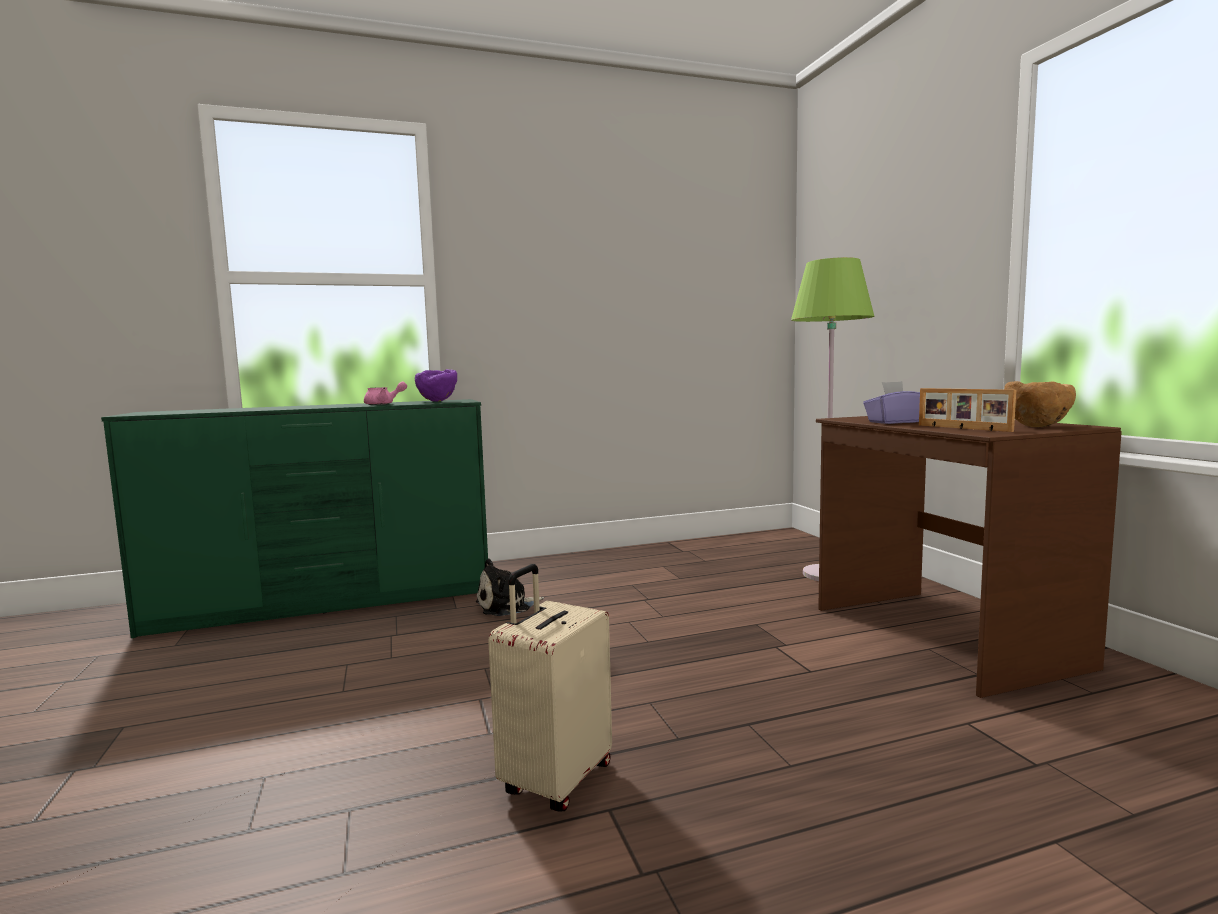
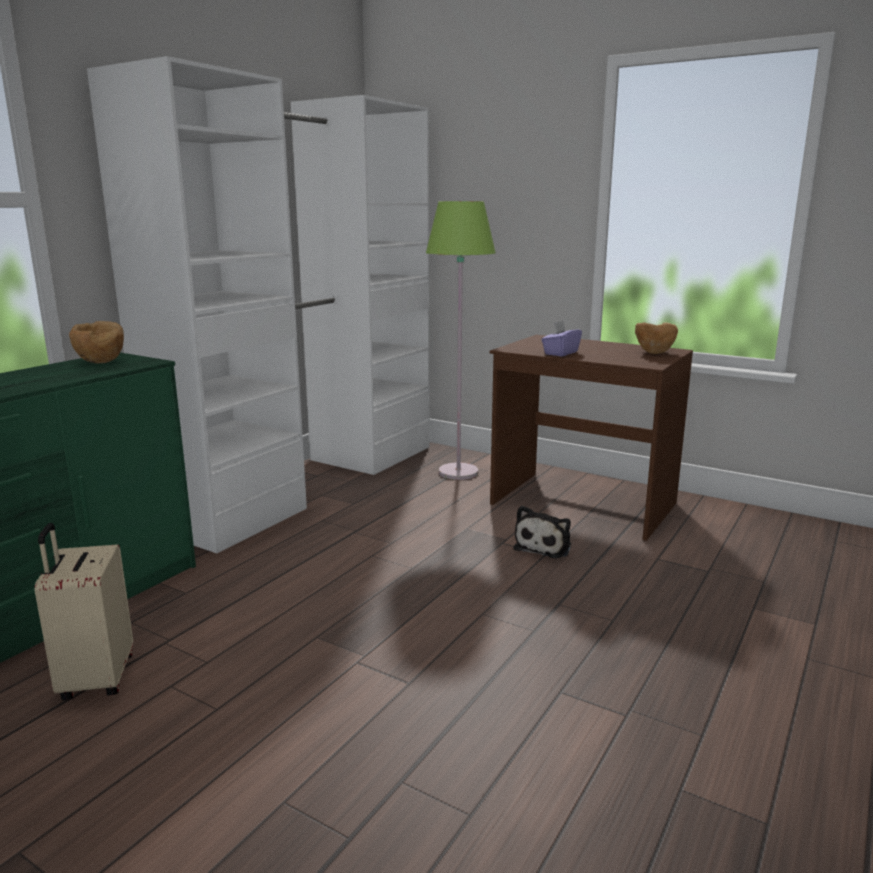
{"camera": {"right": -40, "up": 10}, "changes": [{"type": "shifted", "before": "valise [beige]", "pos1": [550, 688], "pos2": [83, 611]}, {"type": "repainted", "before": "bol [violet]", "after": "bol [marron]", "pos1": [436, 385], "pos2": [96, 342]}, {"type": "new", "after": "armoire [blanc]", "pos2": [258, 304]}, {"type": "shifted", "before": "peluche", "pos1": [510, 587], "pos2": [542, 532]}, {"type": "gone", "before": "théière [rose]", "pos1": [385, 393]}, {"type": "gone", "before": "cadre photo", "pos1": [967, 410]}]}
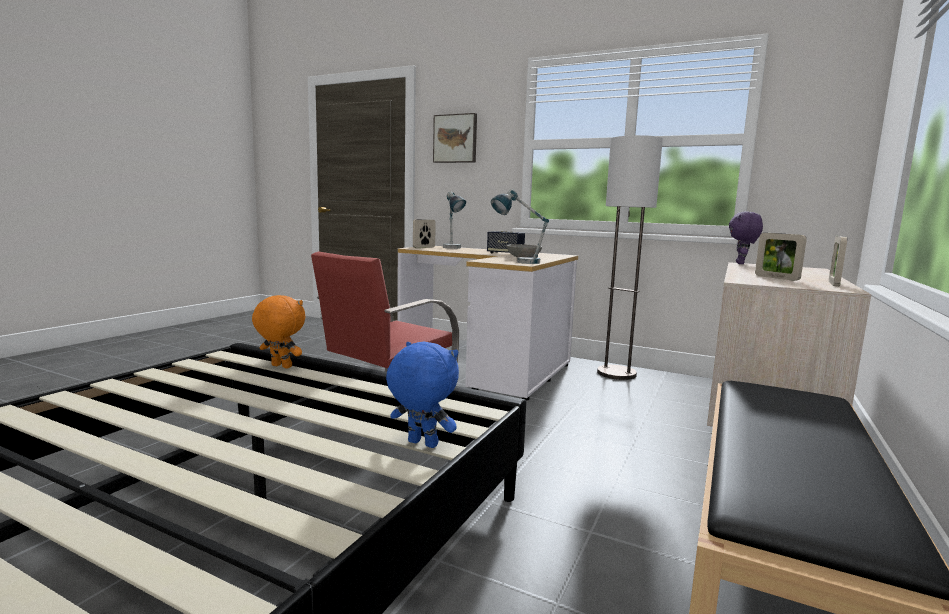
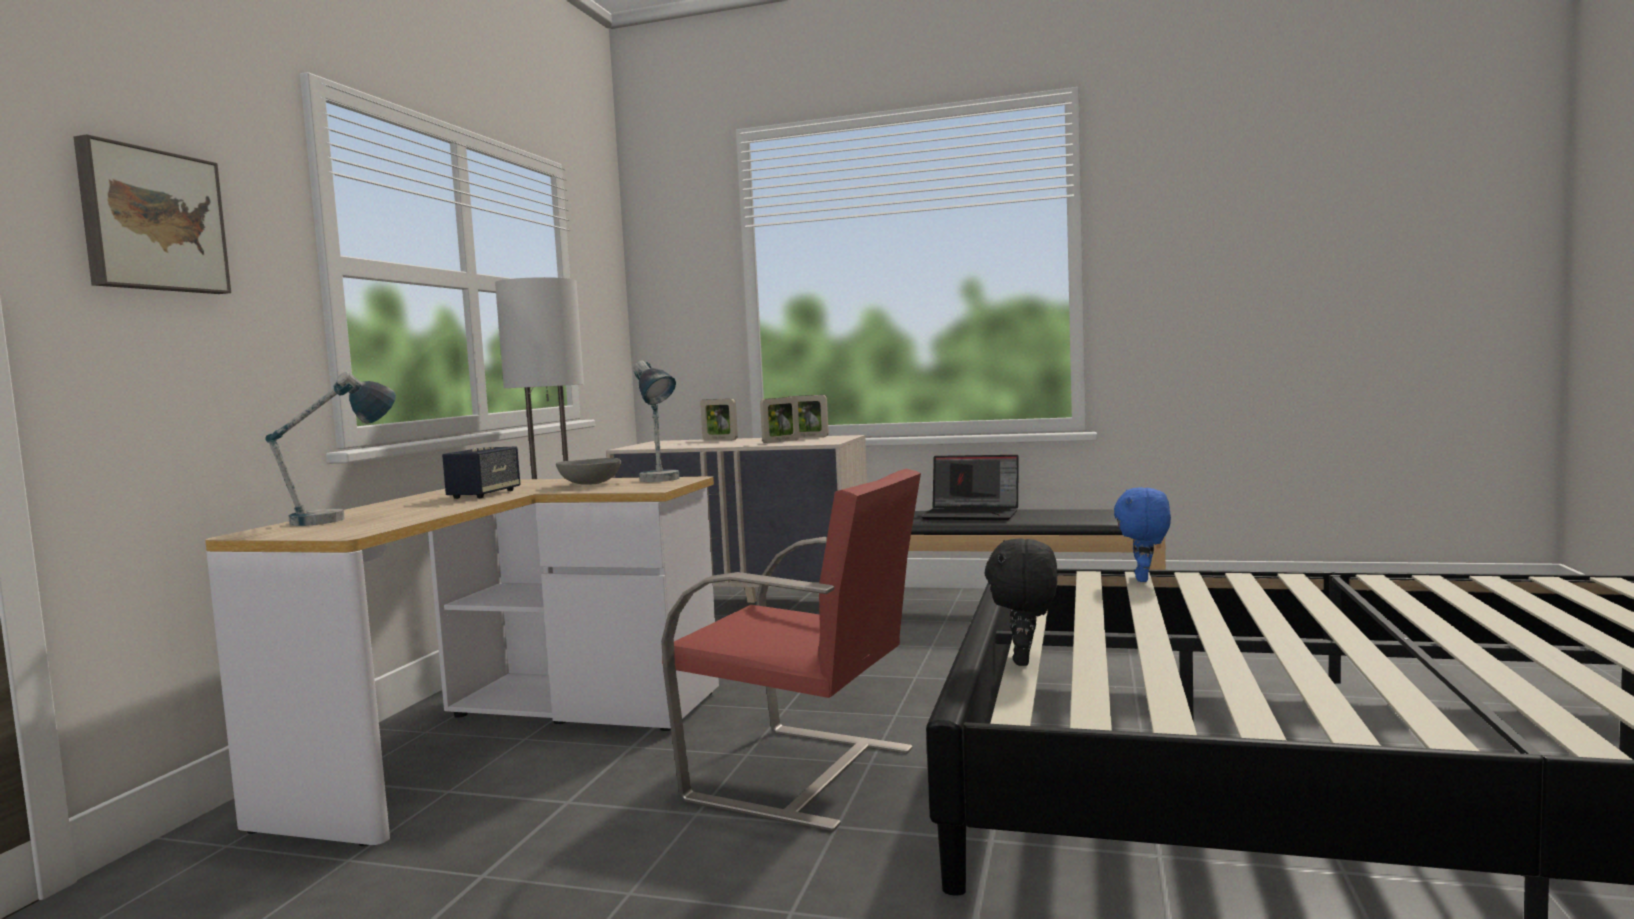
{"camera": {"right": -100, "up": -5}, "changes": [{"type": "shifted", "before": "cadre photo", "pos1": [424, 233], "pos2": [719, 419]}, {"type": "new", "after": "ordinateur portable", "pos2": [970, 487]}, {"type": "repainted", "before": "peluche [orange]", "after": "peluche [noir]", "pos1": [279, 332], "pos2": [1020, 602]}, {"type": "gone", "before": "peluche [violet]", "pos1": [746, 237]}]}
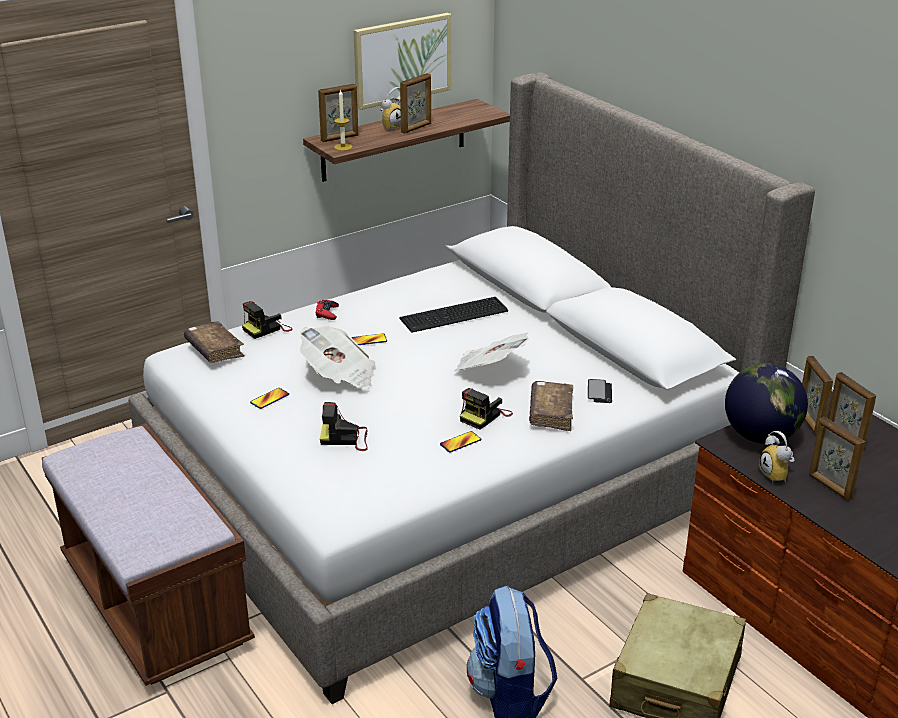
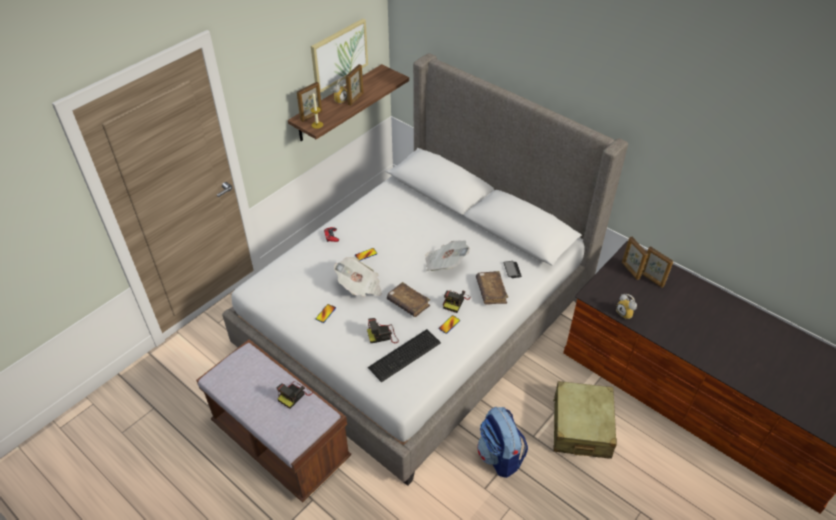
{"camera": {"right": -15, "up": 15}, "changes": [{"type": "shifted", "before": "appareil photo", "pos1": [267, 320], "pos2": [295, 395]}, {"type": "shifted", "before": "clavier", "pos1": [453, 315], "pos2": [404, 355]}, {"type": "shifted", "before": "livre [marron]", "pos1": [214, 342], "pos2": [408, 299]}, {"type": "gone", "before": "globe", "pos1": [766, 403]}, {"type": "gone", "before": "cadre photo", "pos1": [837, 459]}]}
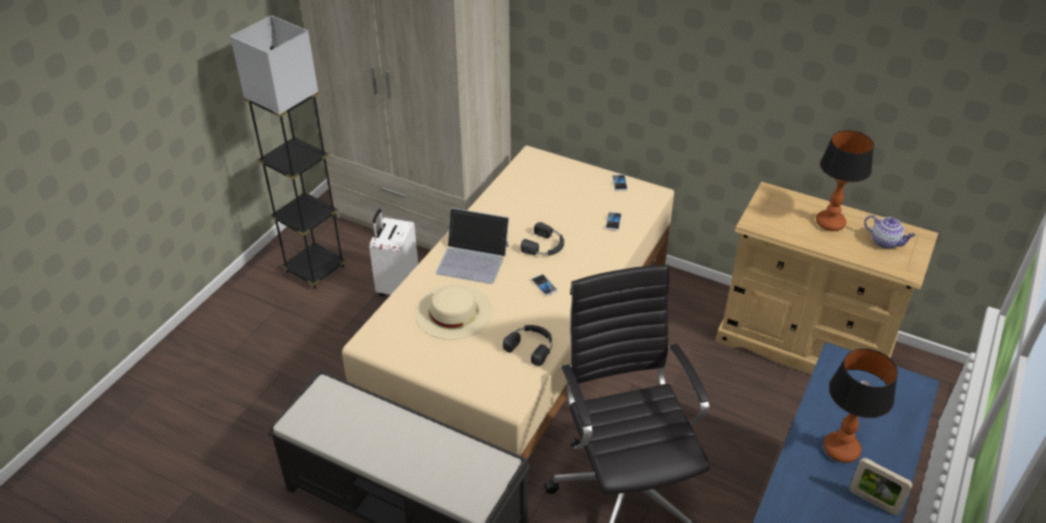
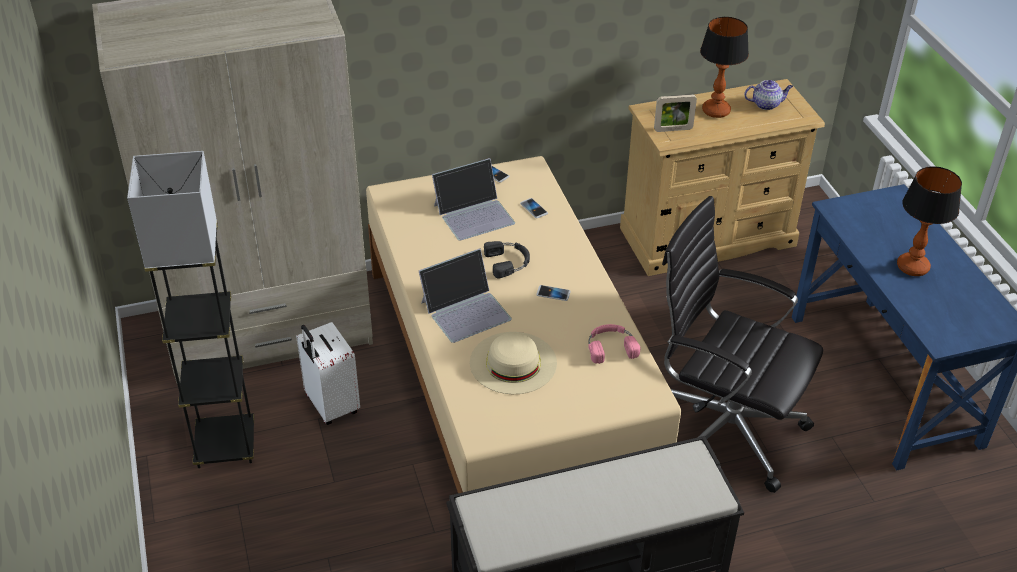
{"camera": {"right": -45, "up": 0}, "changes": [{"type": "new", "after": "ordinateur portable", "pos2": [473, 199]}, {"type": "repainted", "before": "casque audio [noir]", "after": "casque audio [rose]", "pos1": [527, 345], "pos2": [614, 344]}, {"type": "shifted", "before": "cadre photo", "pos1": [881, 486], "pos2": [675, 113]}]}
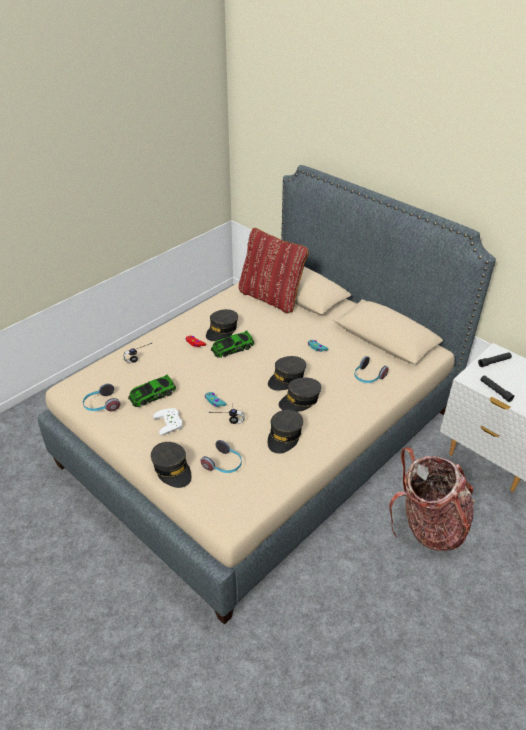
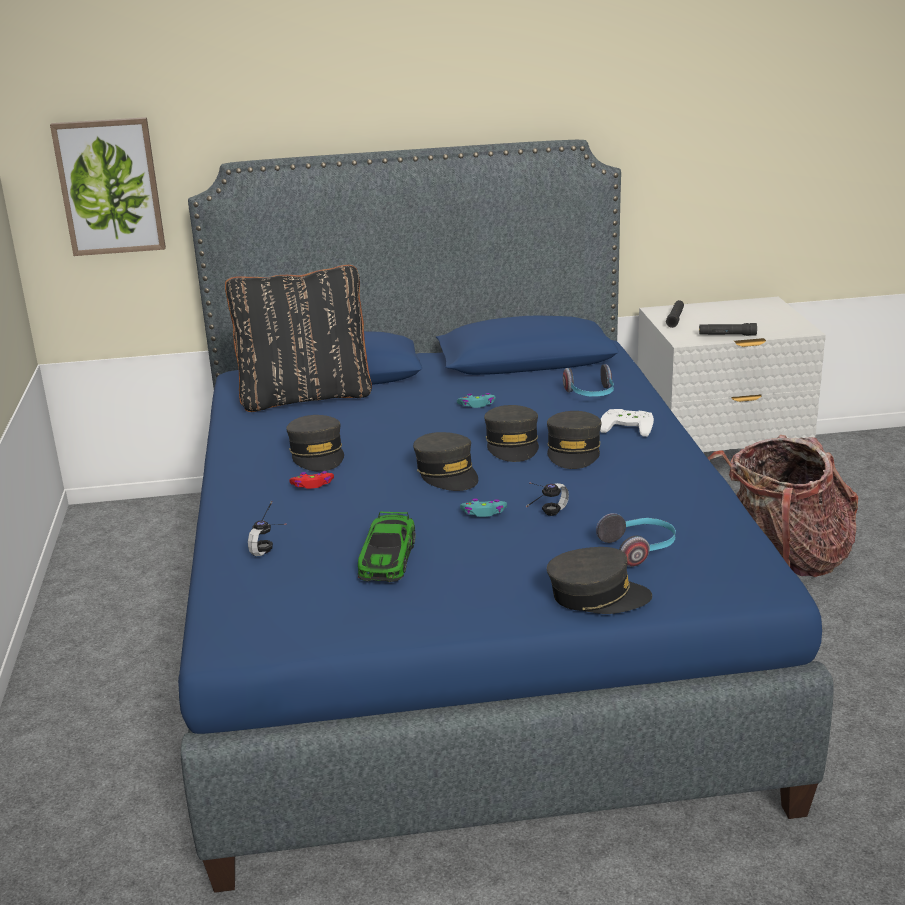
{"camera": {"right": -50, "up": -15}, "changes": [{"type": "new", "after": "tableau", "pos2": [108, 186]}, {"type": "repainted", "before": "lit [beige]", "after": "lit [bleu]", "pos1": [267, 395], "pos2": [506, 516]}, {"type": "repainted", "before": "coussin [rouge]", "after": "coussin [noir]", "pos1": [274, 270], "pos2": [298, 338]}, {"type": "shifted", "before": "casquette [gris]", "pos1": [285, 432], "pos2": [445, 461]}, {"type": "shifted", "before": "manette [blanc]", "pos1": [168, 421], "pos2": [627, 423]}, {"type": "gone", "before": "casque audio", "pos1": [101, 397]}, {"type": "gone", "before": "petite voiture", "pos1": [232, 344]}]}
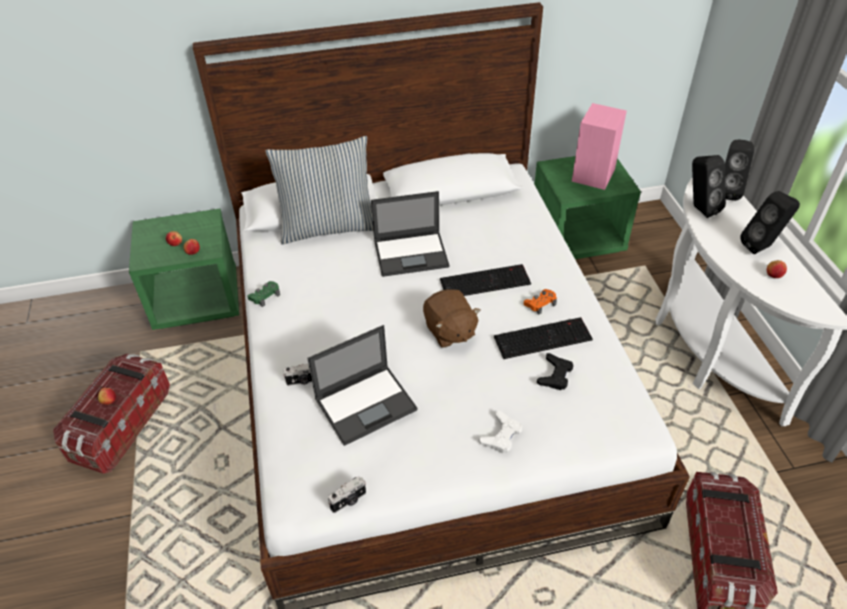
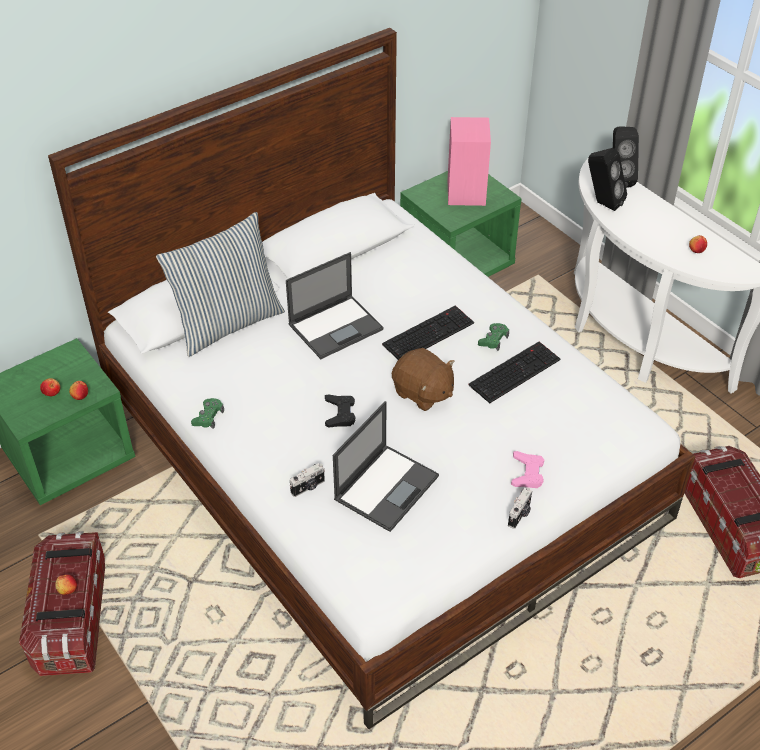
{"camera": {"right": -25, "up": 0}, "changes": [{"type": "shifted", "before": "manette [noir]", "pos1": [555, 371], "pos2": [340, 411]}, {"type": "repainted", "before": "manette [orange]", "after": "manette [vert]", "pos1": [540, 302], "pos2": [493, 337]}, {"type": "shifted", "before": "appareil photo", "pos1": [347, 494], "pos2": [520, 508]}, {"type": "repainted", "before": "manette [blanc]", "after": "manette [rose]", "pos1": [500, 432], "pos2": [527, 469]}, {"type": "gone", "before": "enceinte [noir]", "pos1": [770, 222]}]}
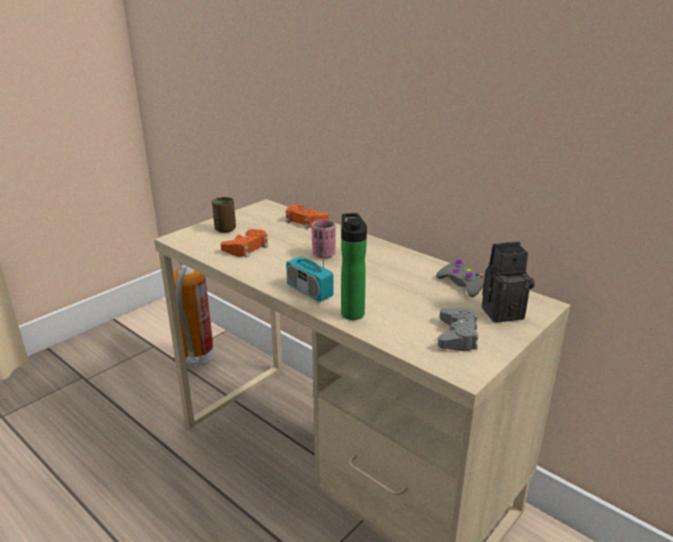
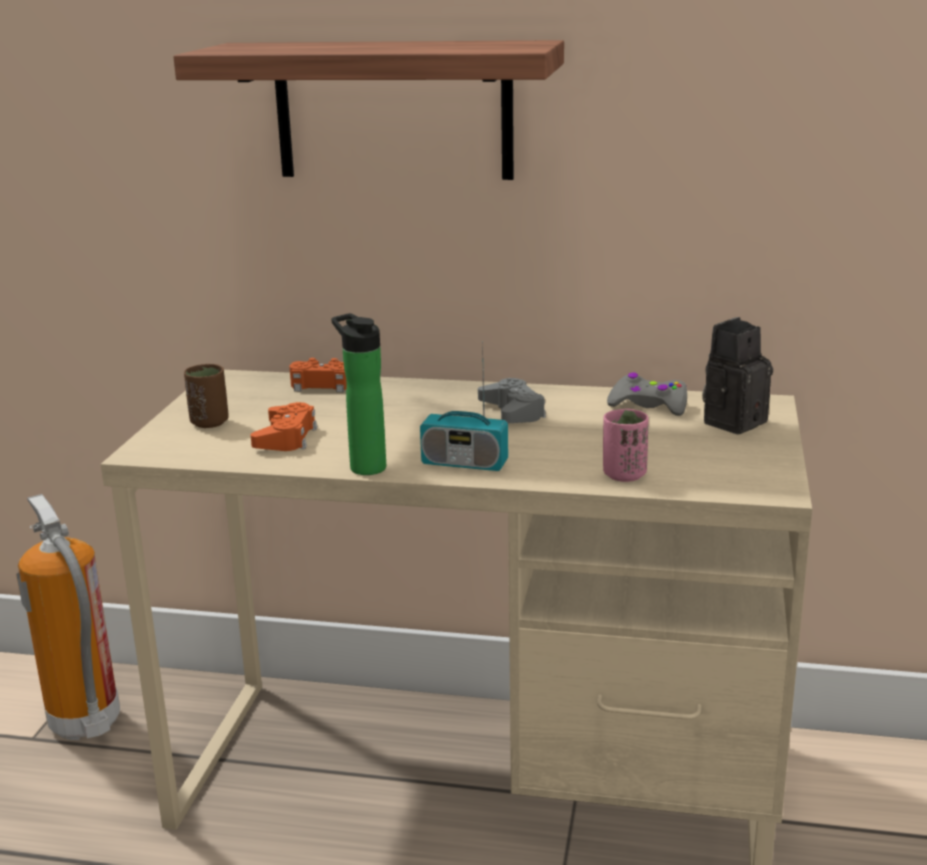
{"camera": {"right": -30, "up": -5}, "changes": [{"type": "new", "after": "étagère", "pos2": [369, 110]}, {"type": "shifted", "before": "bouteille", "pos1": [354, 266], "pos2": [358, 394]}, {"type": "shifted", "before": "manette [gris]", "pos1": [458, 329], "pos2": [512, 400]}, {"type": "shifted", "before": "tasse [rose]", "pos1": [323, 239], "pos2": [626, 445]}]}
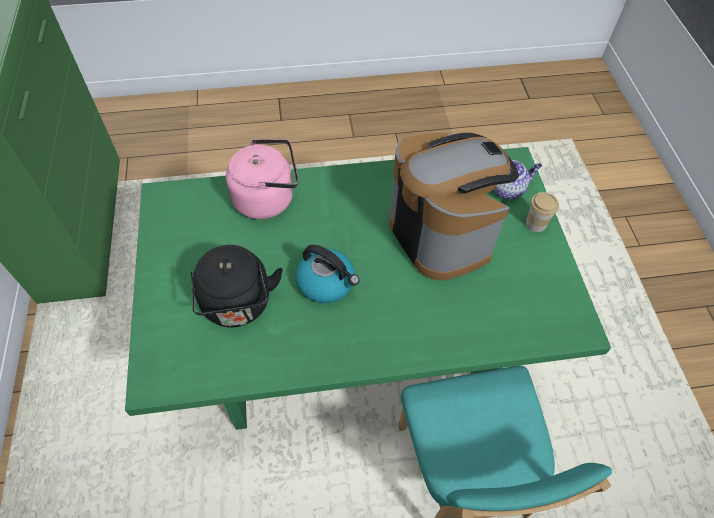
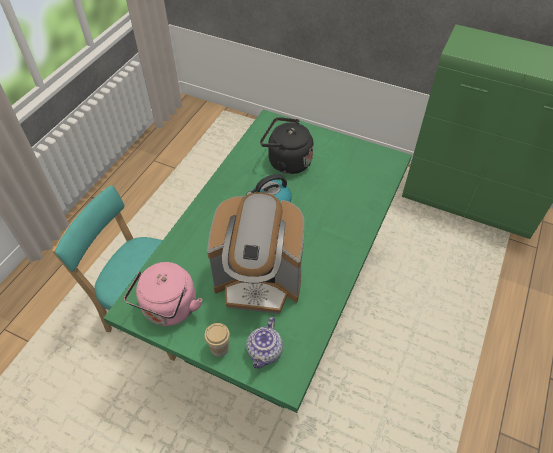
{"camera": {"right": 125, "up": -5}, "changes": [{"type": "shifted", "before": "bouilloire [rose]", "pos1": [262, 179], "pos2": [163, 294]}]}
